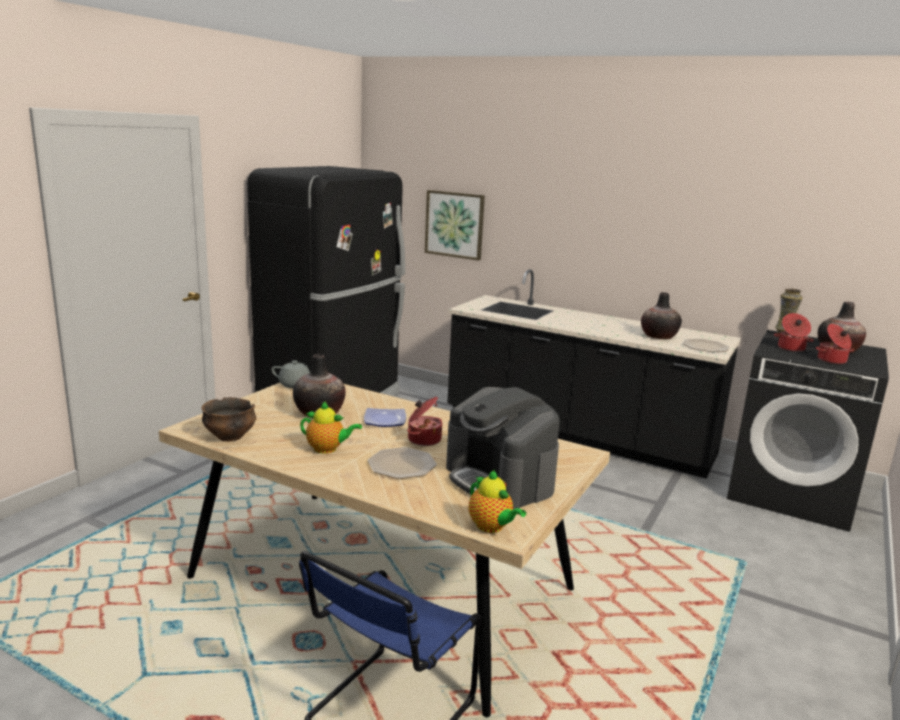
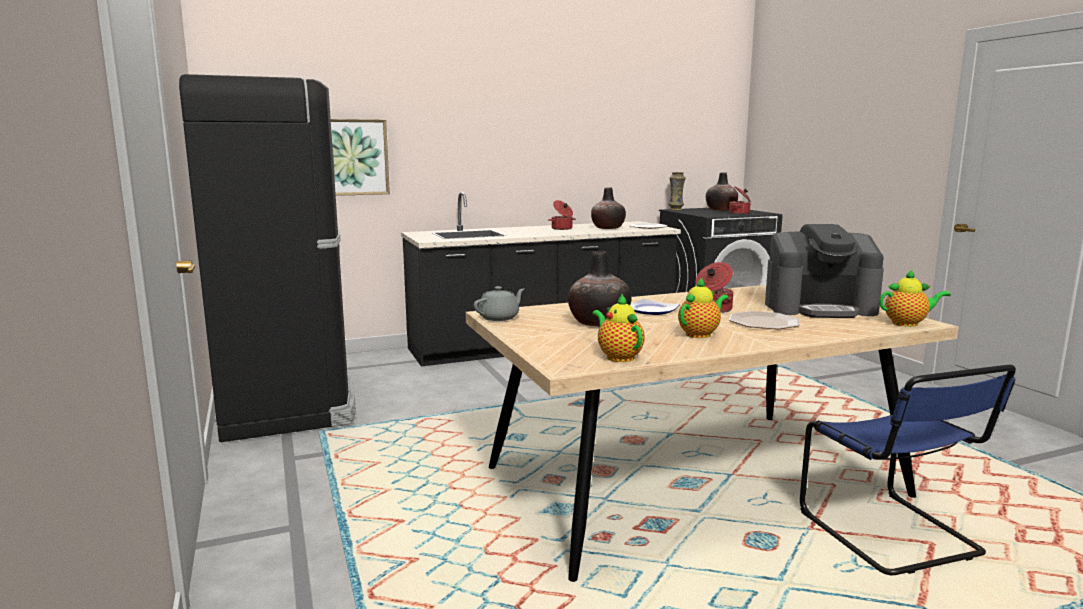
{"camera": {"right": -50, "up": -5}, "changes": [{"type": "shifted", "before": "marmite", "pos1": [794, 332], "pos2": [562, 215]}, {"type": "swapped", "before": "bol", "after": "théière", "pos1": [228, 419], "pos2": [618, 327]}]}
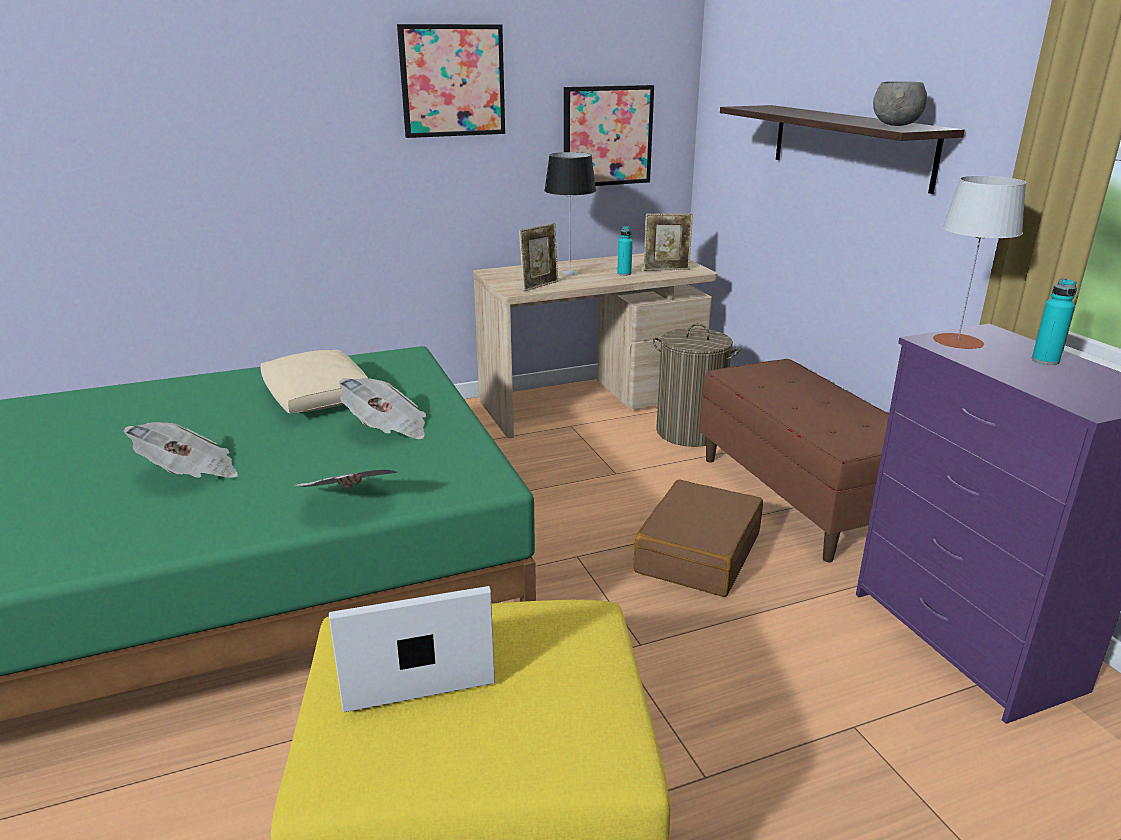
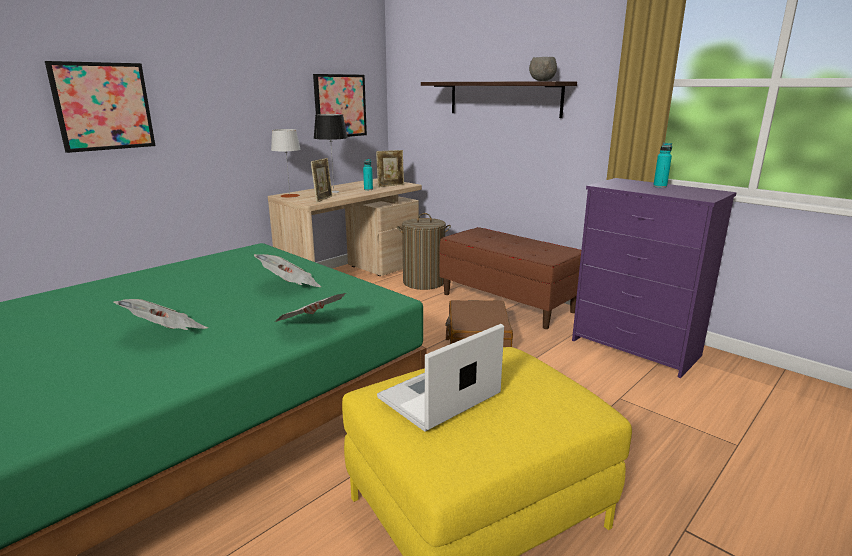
{"camera": {"right": -25, "up": -5}, "changes": [{"type": "shifted", "before": "tableau", "pos1": [451, 81], "pos2": [100, 107]}, {"type": "shifted", "before": "lampe de table [gris]", "pos1": [979, 262], "pos2": [286, 163]}, {"type": "gone", "before": "coussin [beige]", "pos1": [314, 382]}]}
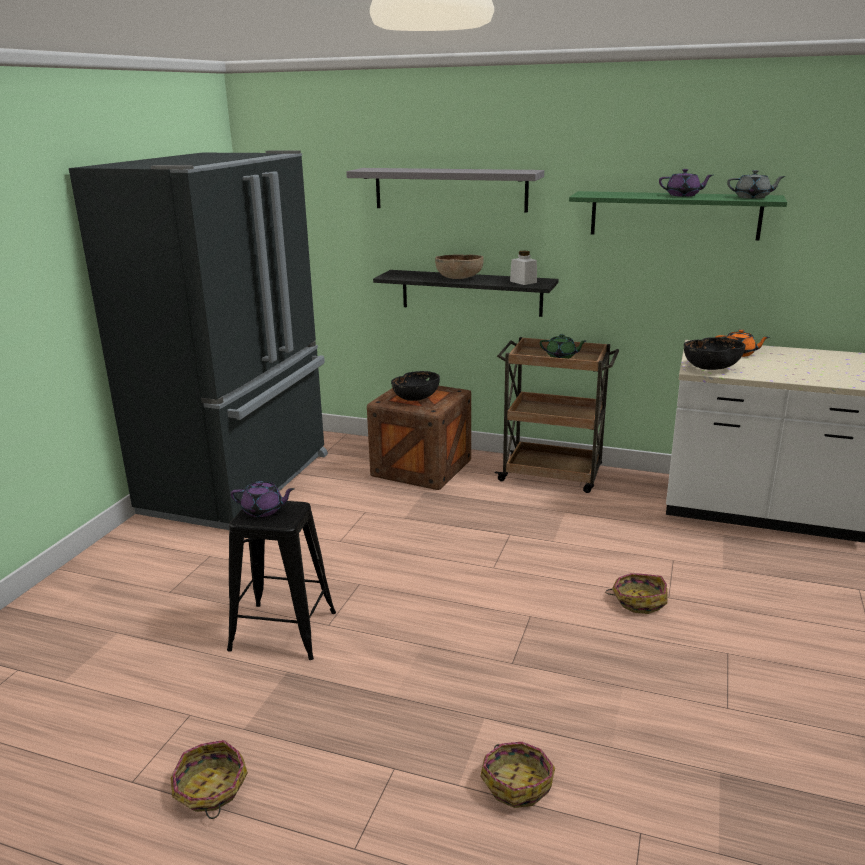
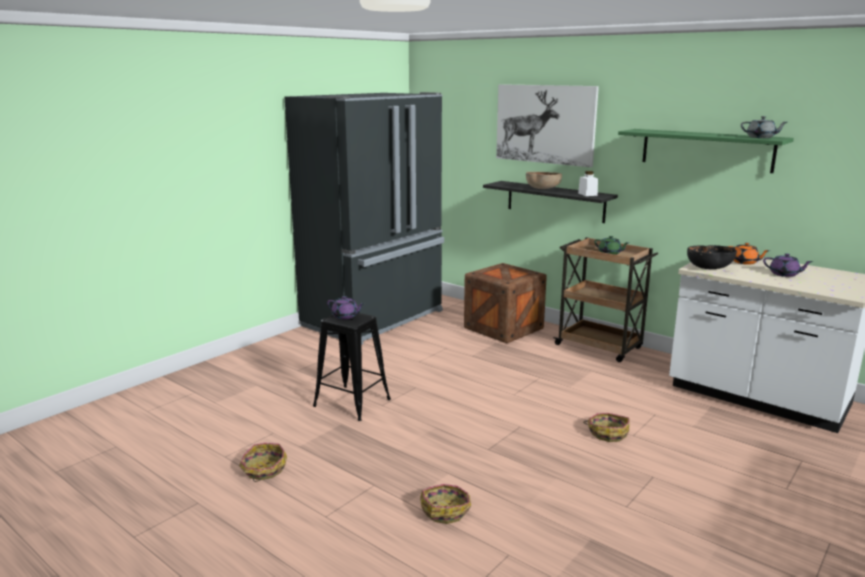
{"camera": {"right": 20, "up": -5}, "changes": [{"type": "swapped", "before": "étagère [gris]", "after": "tableau", "pos1": [445, 190], "pos2": [547, 125]}, {"type": "shifted", "before": "théière [violet]", "pos1": [686, 183], "pos2": [788, 265]}, {"type": "gone", "before": "bol [noir]", "pos1": [415, 386]}]}
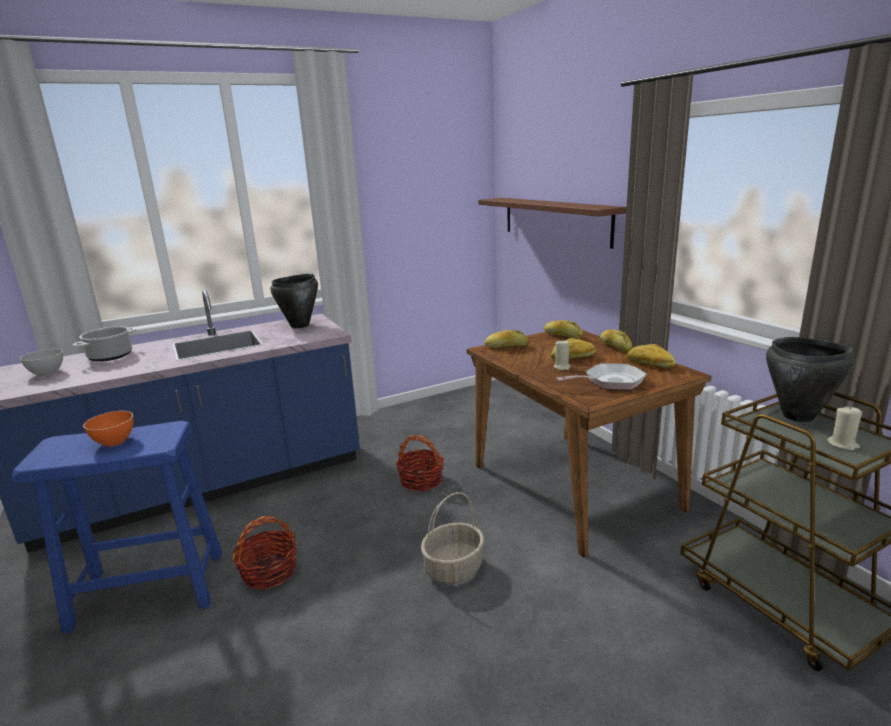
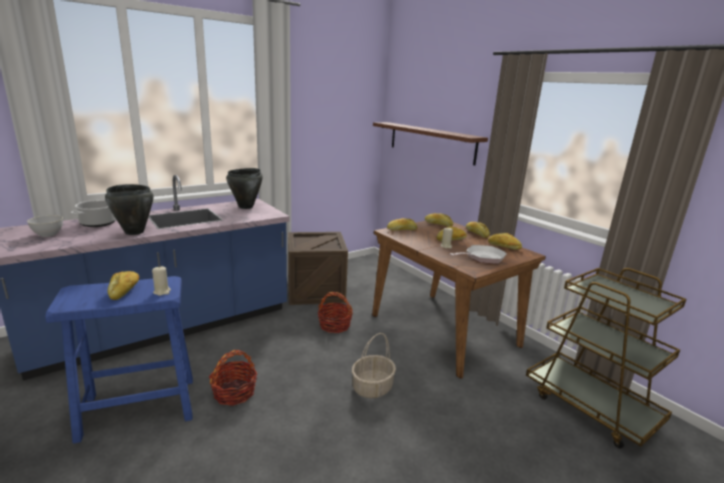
{"camera": {"right": -10, "up": 0}, "changes": [{"type": "shifted", "before": "marmite [noir]", "pos1": [810, 379], "pos2": [129, 209]}, {"type": "swapped", "before": "bol [orange]", "after": "pain", "pos1": [108, 429], "pos2": [123, 285]}, {"type": "shifted", "before": "bougie [beige]", "pos1": [844, 428], "pos2": [161, 281]}, {"type": "new", "after": "caisse", "pos2": [318, 268]}]}
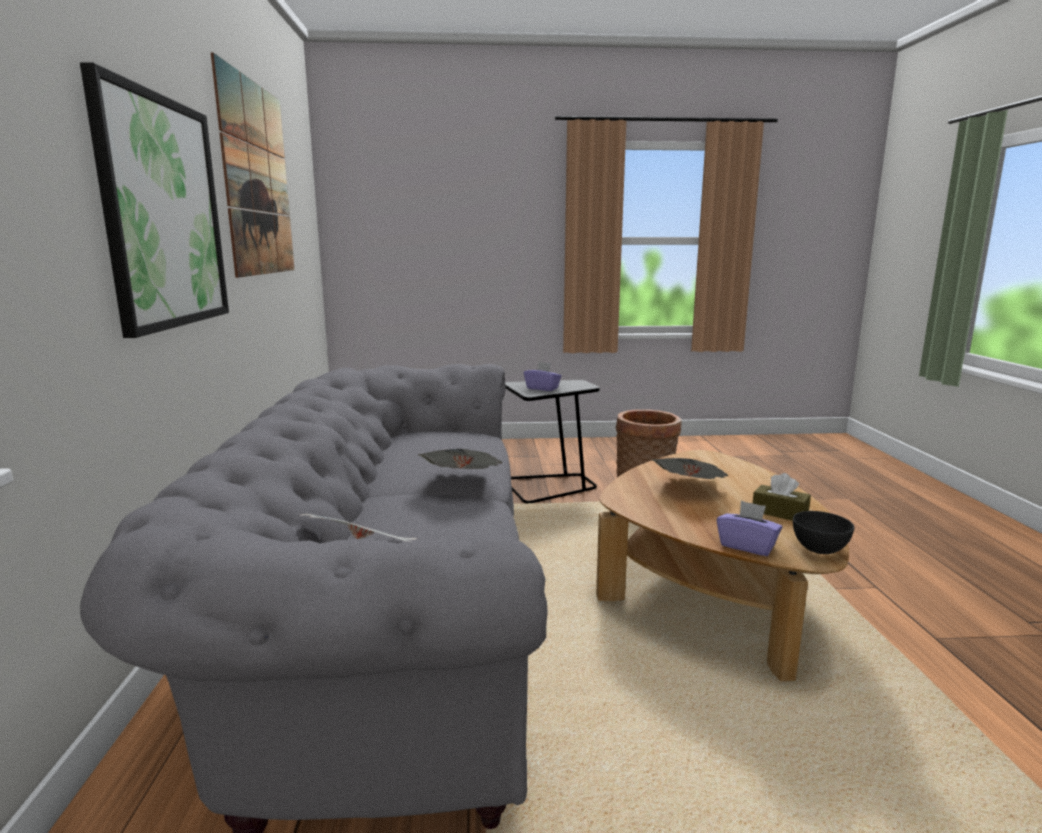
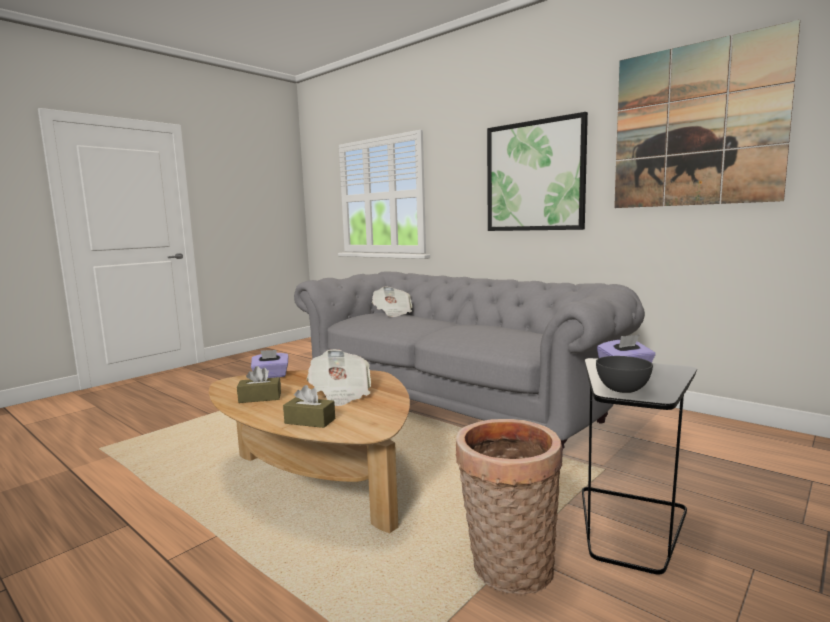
{"camera": {"right": 135, "up": -5}, "changes": [{"type": "new", "after": "boîte à mouchoirs [marron]", "pos2": [309, 406]}, {"type": "shifted", "before": "bol [gris]", "pos1": [823, 532], "pos2": [624, 374]}, {"type": "gone", "before": "journal", "pos1": [460, 459]}]}
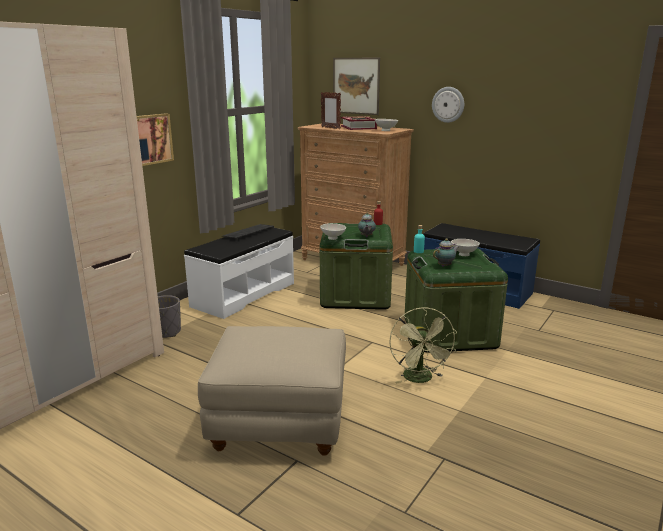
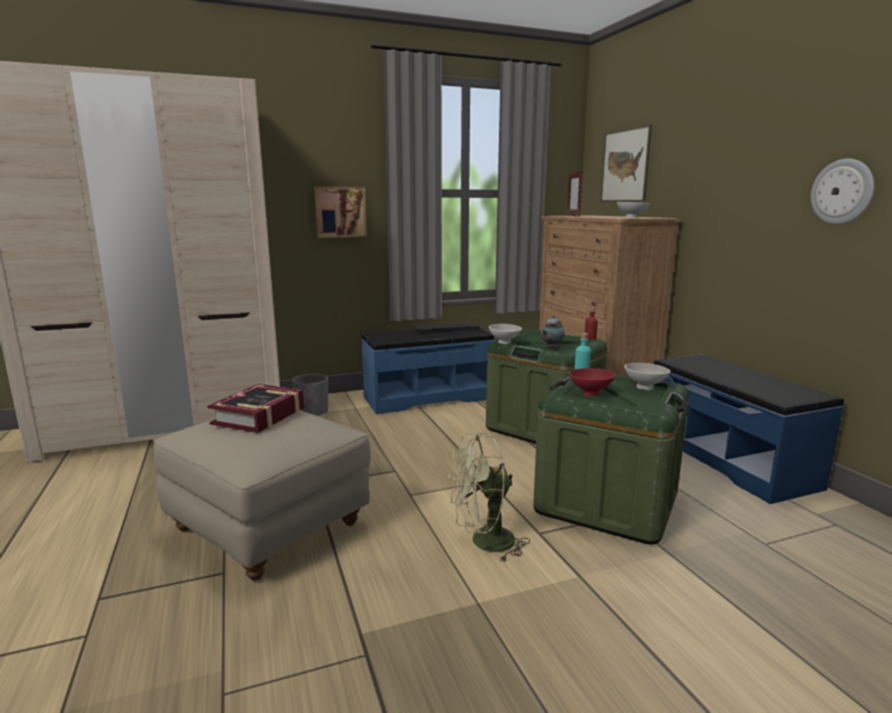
{"camera": {"right": 35, "up": -5}, "changes": [{"type": "shifted", "before": "livre", "pos1": [359, 123], "pos2": [256, 408]}, {"type": "repainted", "before": "banc [blanc]", "after": "banc [bleu]", "pos1": [239, 273], "pos2": [428, 370]}, {"type": "rotated", "before": "ventilateur [vert]", "pos1": [423, 345], "pos2": [489, 497], "turn": 45}, {"type": "swapped", "before": "théière", "after": "bol [rouge]", "pos1": [446, 252], "pos2": [592, 382]}, {"type": "shifted", "before": "horloge murale", "pos1": [448, 105], "pos2": [842, 191]}]}
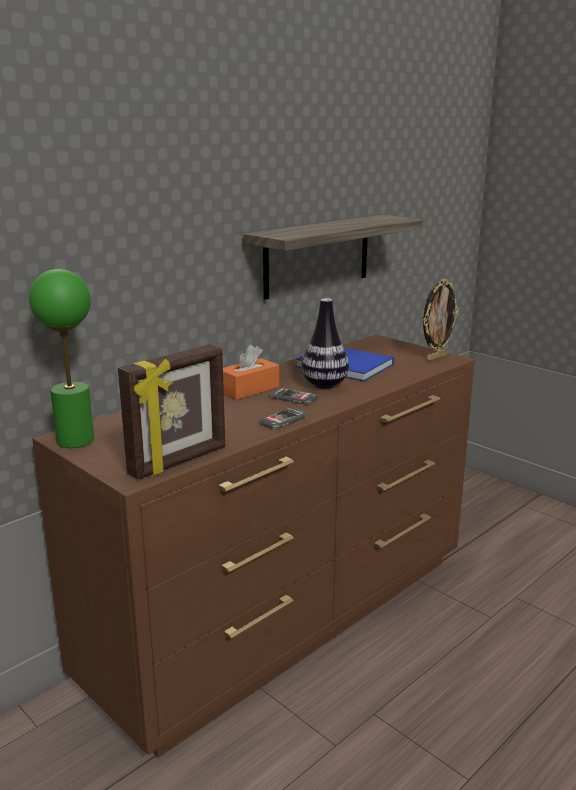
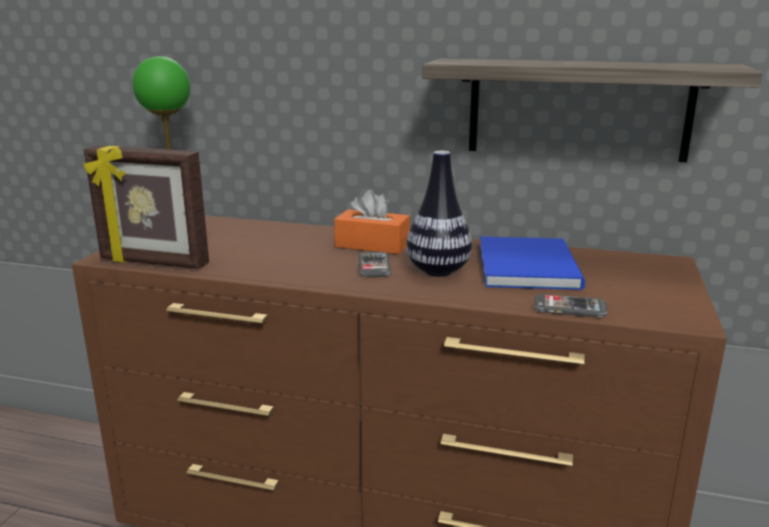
{"camera": {"right": 60, "up": 0}, "changes": [{"type": "shifted", "before": "téléphone", "pos1": [283, 418], "pos2": [571, 306]}, {"type": "gone", "before": "cadre photo", "pos1": [440, 320]}]}
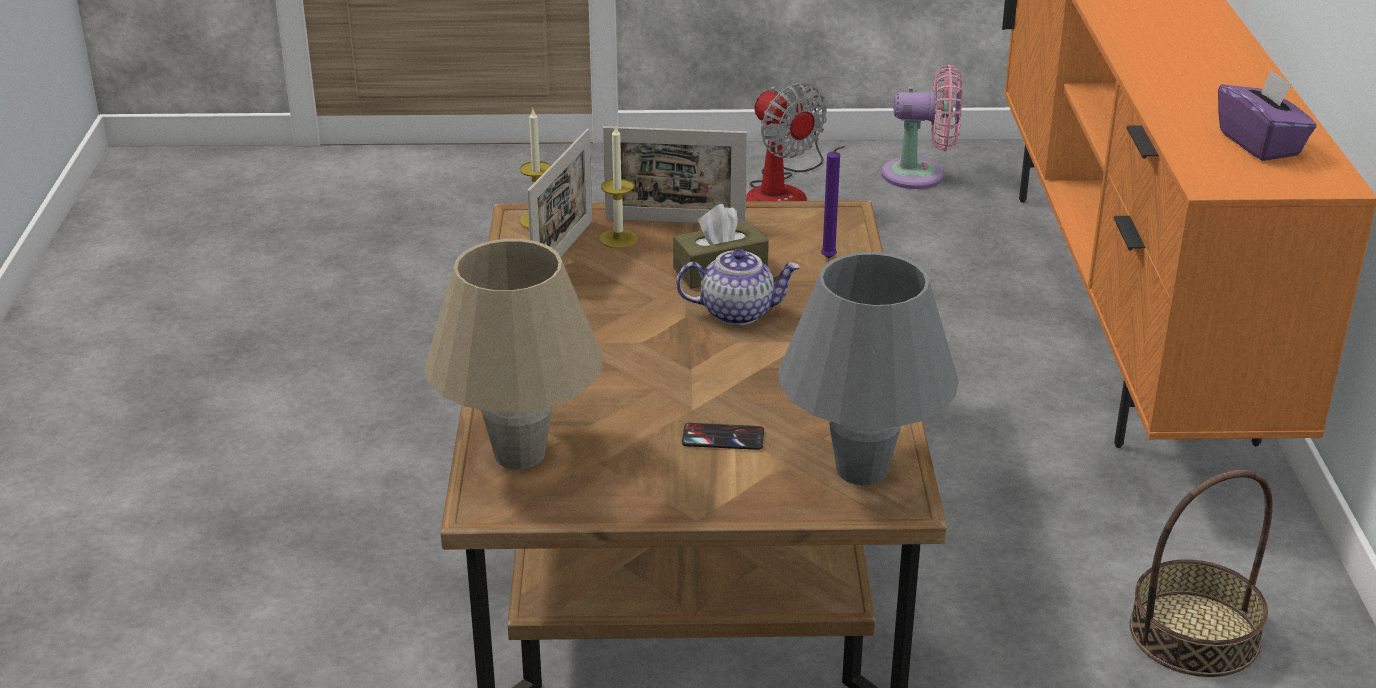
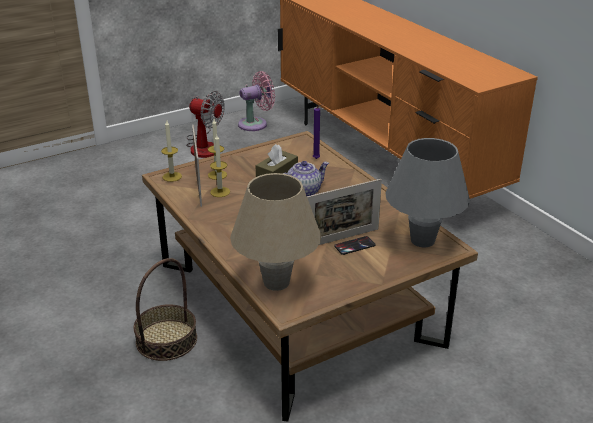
{"camera": {"right": -30, "up": 0}, "changes": [{"type": "shifted", "before": "panier", "pos1": [1201, 573], "pos2": [165, 309]}, {"type": "new", "after": "bougie", "pos2": [220, 166]}, {"type": "shifted", "before": "cadre photo", "pos1": [675, 174], "pos2": [344, 212]}, {"type": "gone", "before": "boîte à mouchoirs [violet]", "pos1": [1267, 115]}]}
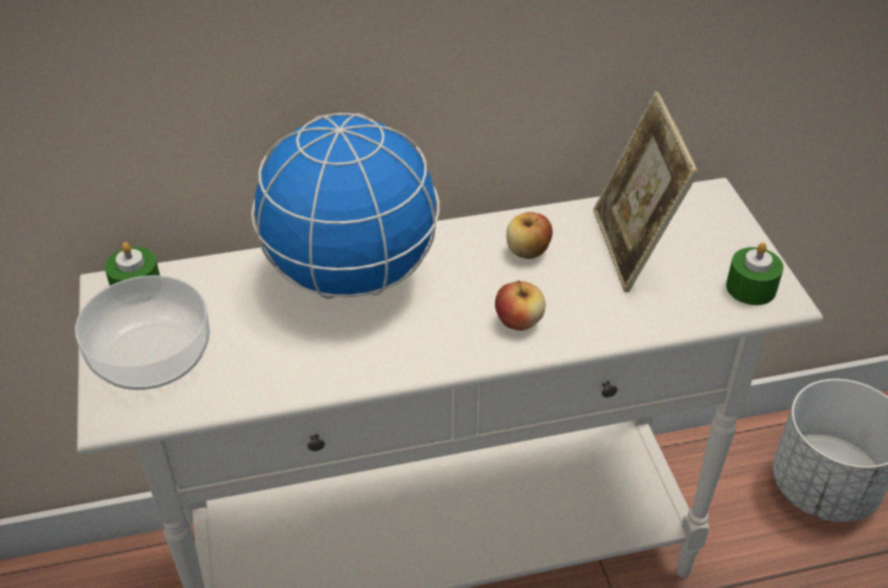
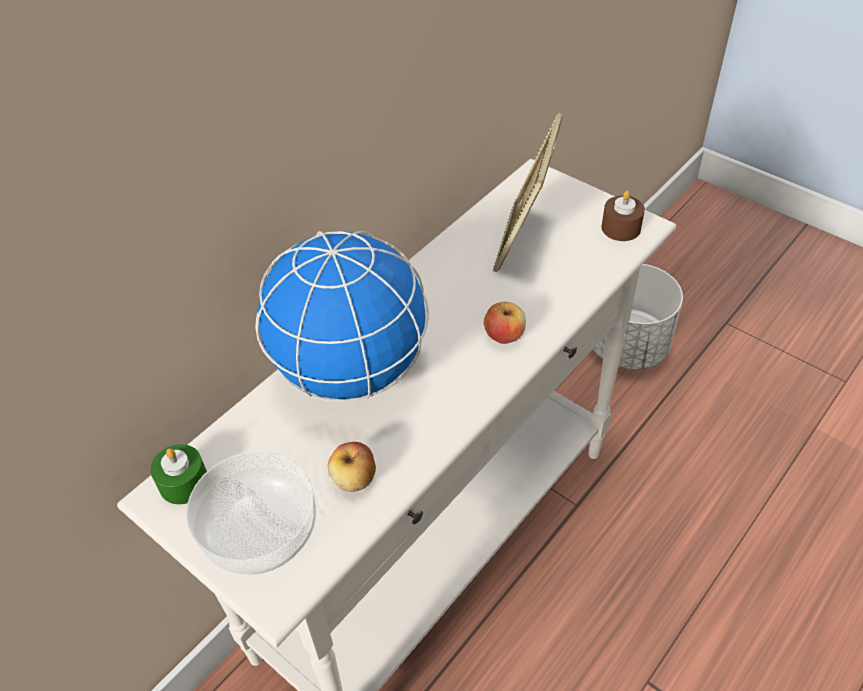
{"camera": {"right": -35, "up": 5}, "changes": [{"type": "shifted", "before": "pomme", "pos1": [529, 235], "pos2": [352, 467]}, {"type": "rotated", "before": "cadre photo", "pos1": [646, 191], "pos2": [527, 192], "turn": 60}, {"type": "repainted", "before": "bougie [vert]", "after": "bougie [marron]", "pos1": [755, 273], "pos2": [623, 216]}]}
